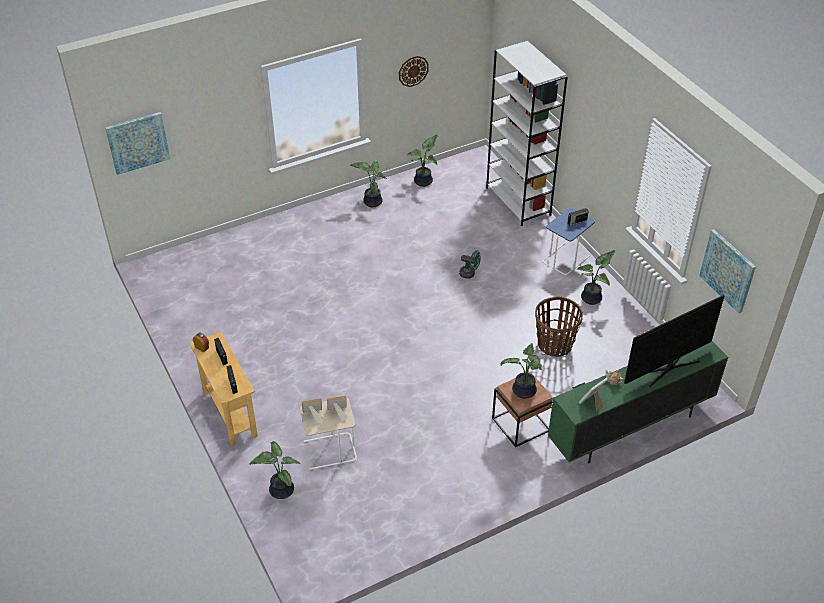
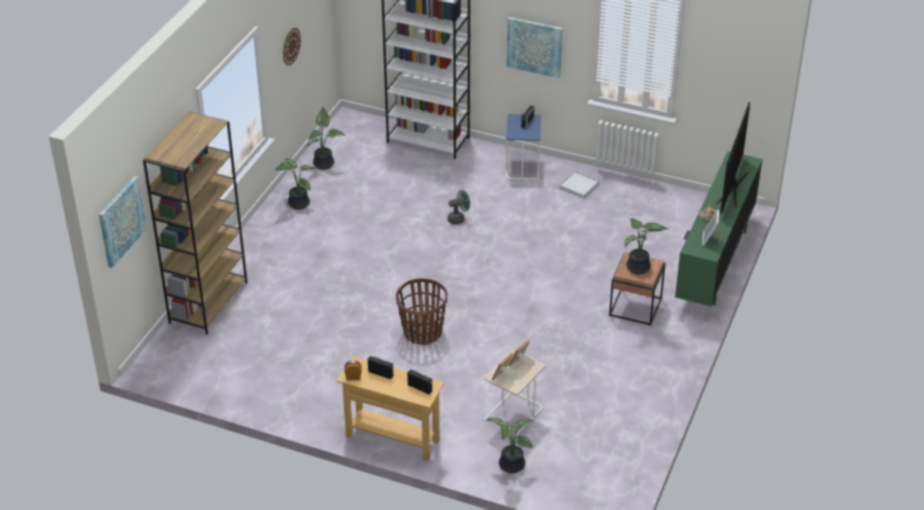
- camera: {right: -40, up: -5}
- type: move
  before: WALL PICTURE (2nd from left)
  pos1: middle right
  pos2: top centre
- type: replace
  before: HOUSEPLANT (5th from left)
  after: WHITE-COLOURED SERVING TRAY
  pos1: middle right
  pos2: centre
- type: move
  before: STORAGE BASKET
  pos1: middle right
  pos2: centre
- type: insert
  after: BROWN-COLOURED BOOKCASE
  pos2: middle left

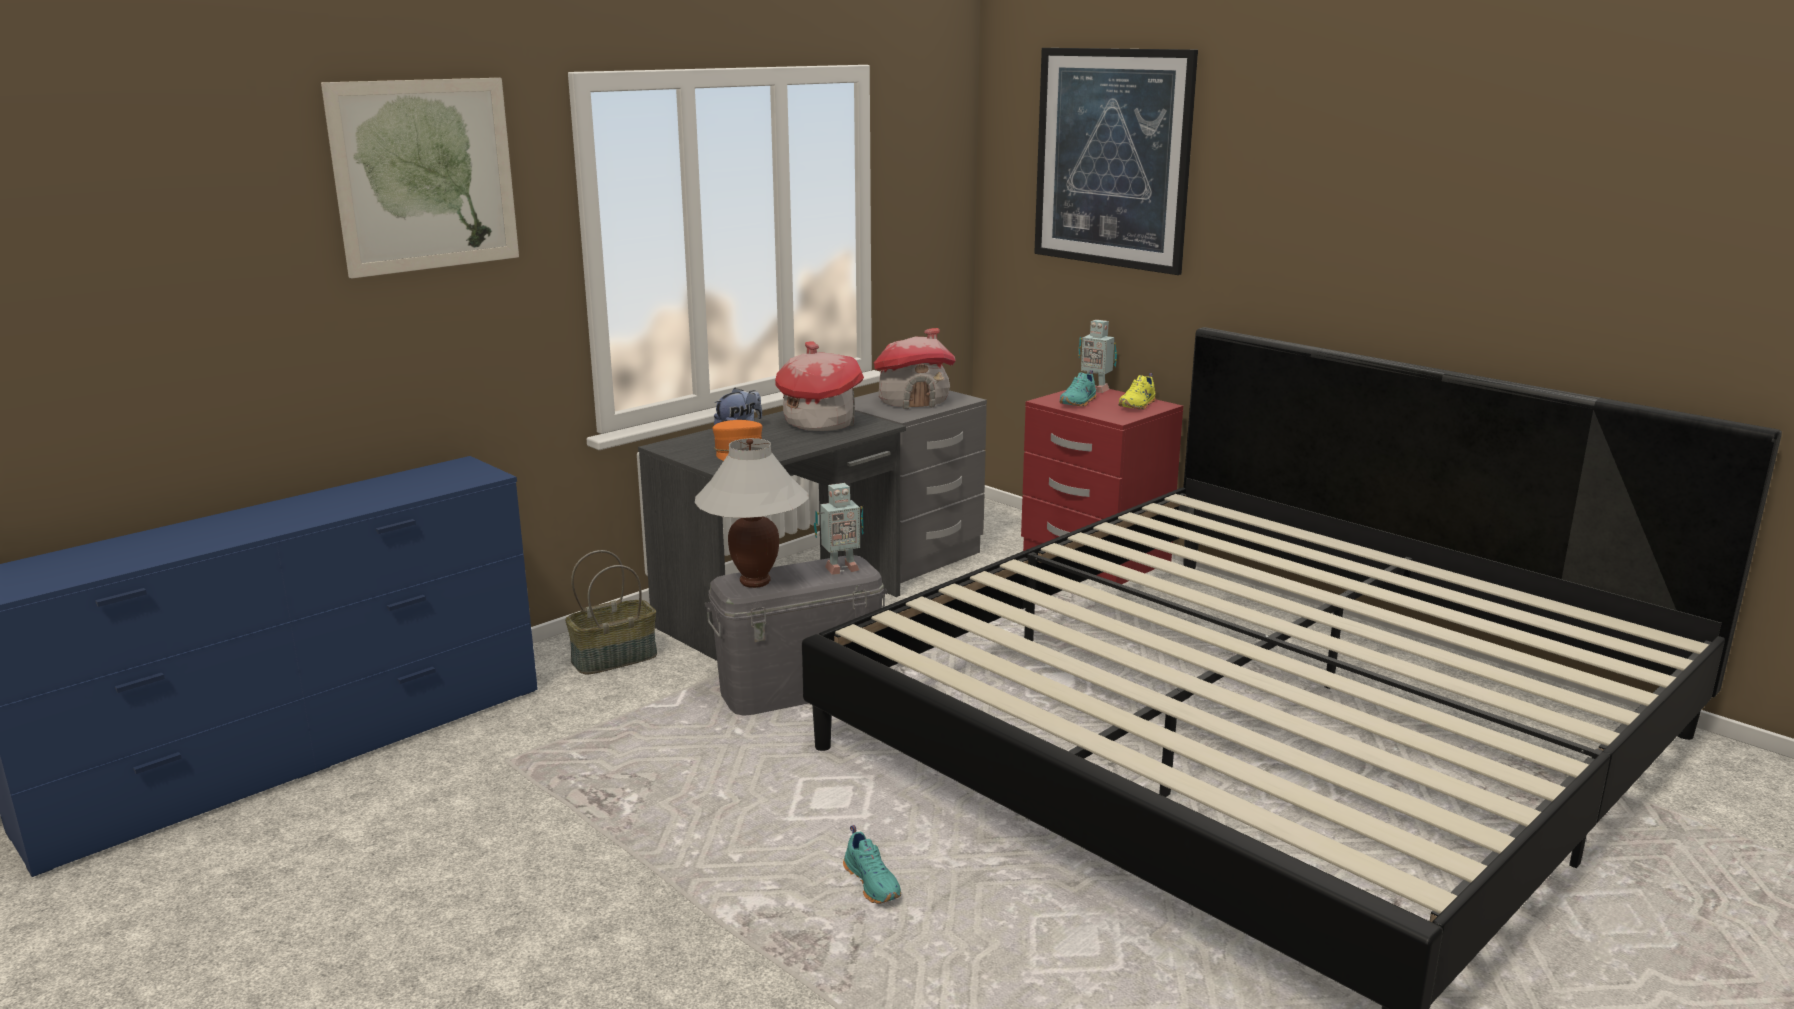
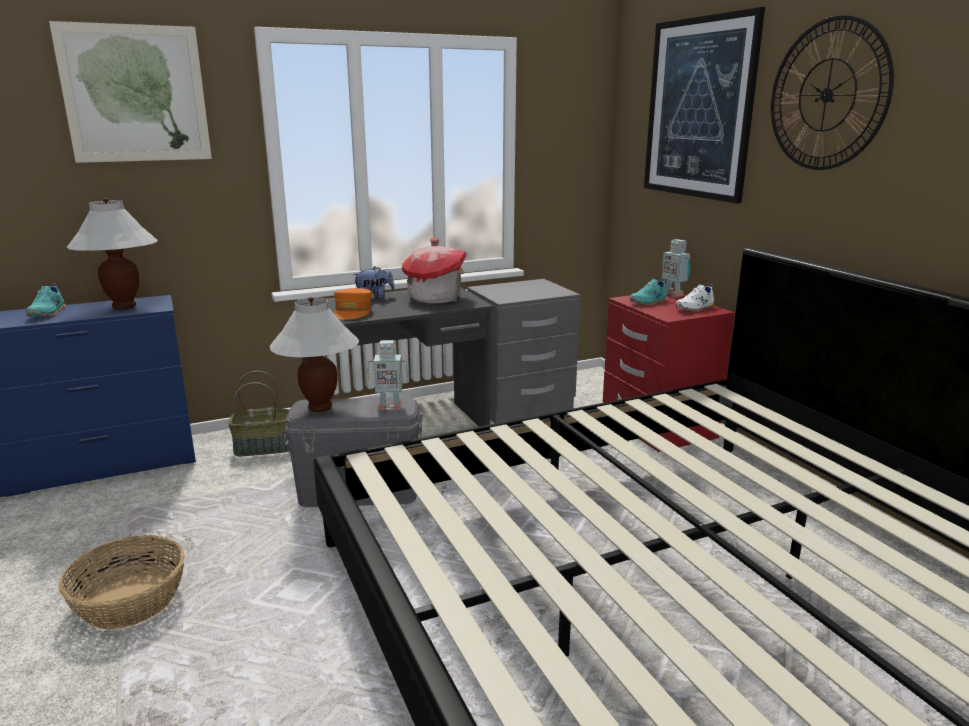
- camera: {right: 20, up: 0}
- type: delete
  before: MODEL HOUSE (2nd from left)
  pos1: centre
- type: recolor
  before: YELLOWISH SHOE
  after: WHITE-COLOURED SHOE
  pos1: centre
  pos2: middle right
- type: move
  before: BLUE-GREEN SHOE (1st from left)
  pos1: bottom centre
  pos2: middle left
- type: insert
  after: WALL CLOCK
  pos2: top right
- type: insert
  after: WHITE-COLOURED LAMP FOR A TABLE (1st from left)
  pos2: middle left
- type: insert
  after: STORAGE BASKET (1st from left)
  pos2: bottom left

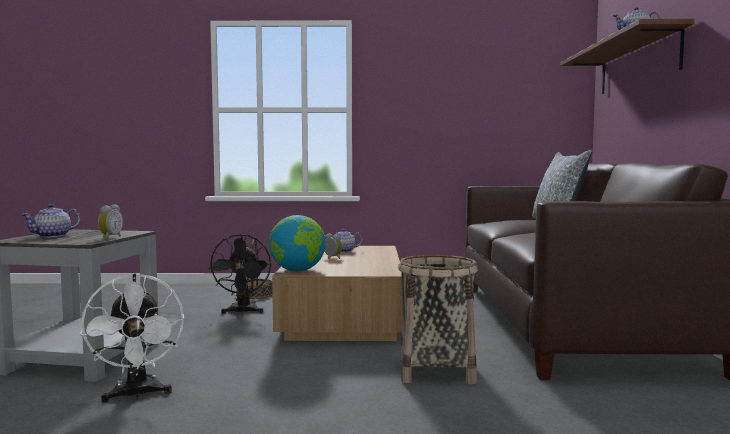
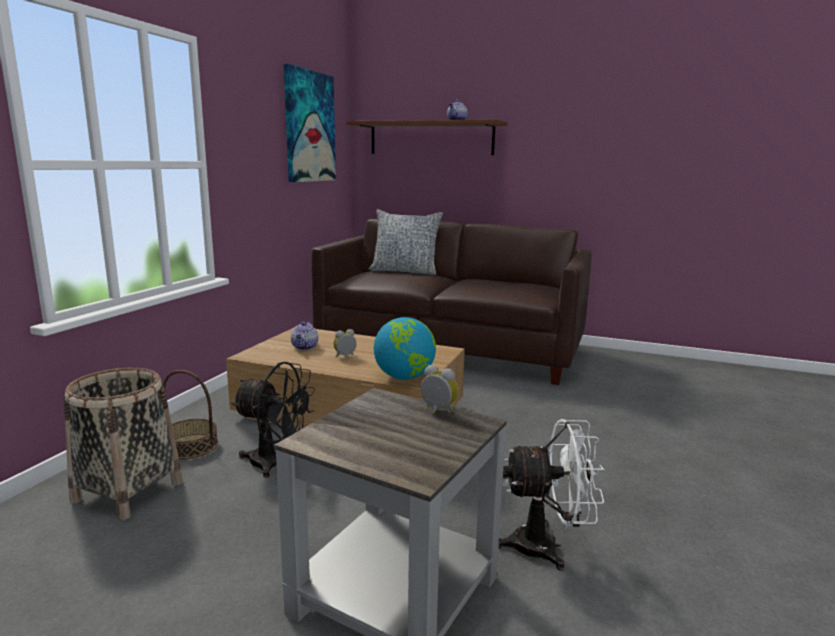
- camera: {right: -70, up: 10}
- type: delete
  before: TEA POT (1st from left)
  pos1: middle left
- type: move
  before: STORAGE BASKET (2nd from left in the first image)
  after: STORAGE BASKET (1st from left)
  pos1: bottom centre
  pos2: bottom left
- type: insert
  after: WALL PICTURE
  pos2: top centre

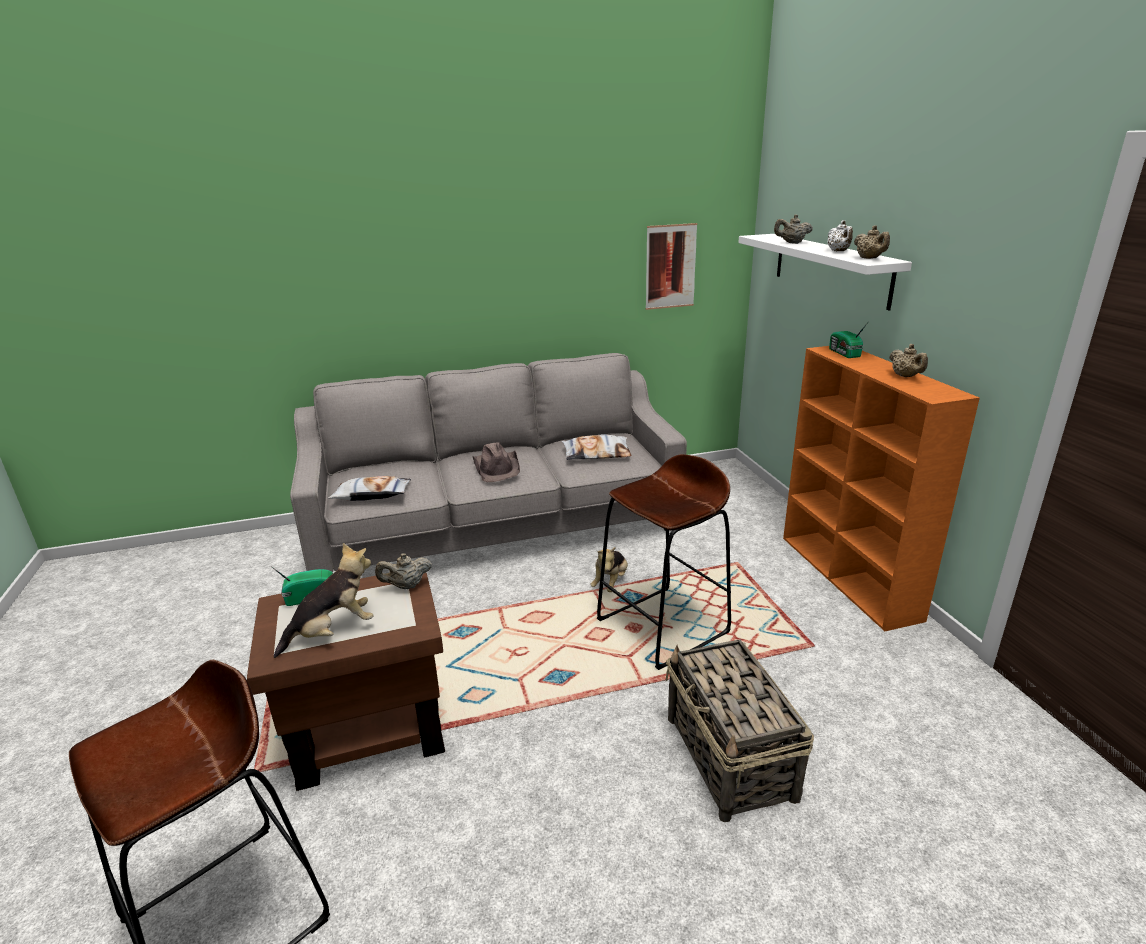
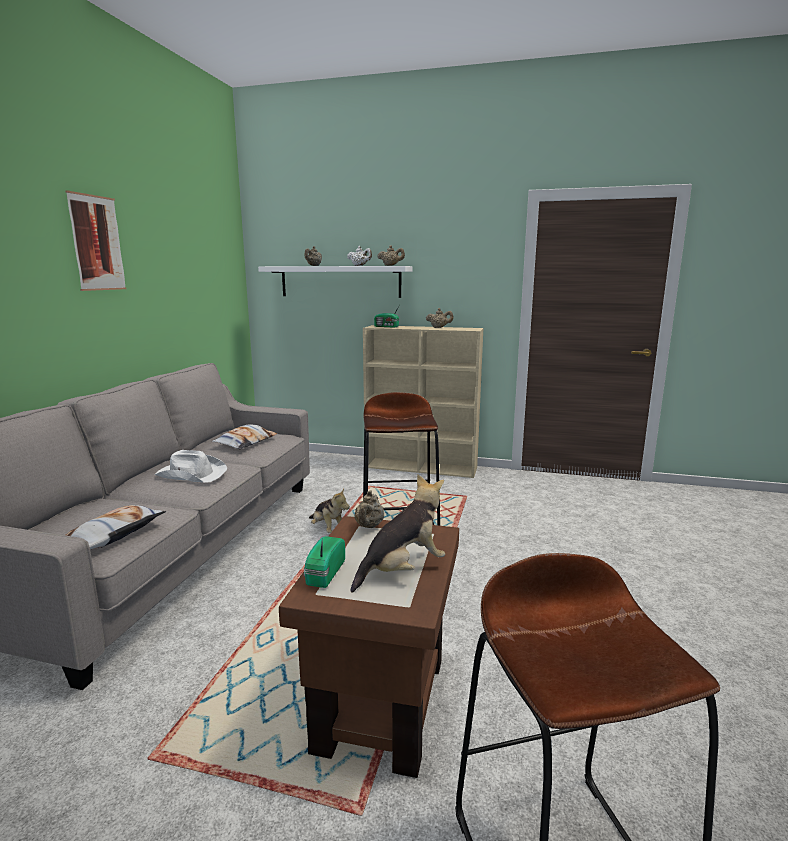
- camera: {right: -60, up: -10}
- type: move
  before: WALL PICTURE
  pos1: top centre
  pos2: top left
- type: recolor
  before: ORANGE BOOKCASE
  after: BEIGE-COLOURED BOOKCASE
  pos1: middle right
  pos2: centre
- type: recolor
  before: BROWN-COLOURED HAT
  after: WHITE-COLOURED HAT
  pos1: centre
  pos2: middle left
- type: rotate
  before: PLUSH TOY (1st from left in the first image)
  pos1: middle left
  pos2: centre
  turn: 60
- type: delete
  before: STORAGE BASKET
  pos1: bottom centre

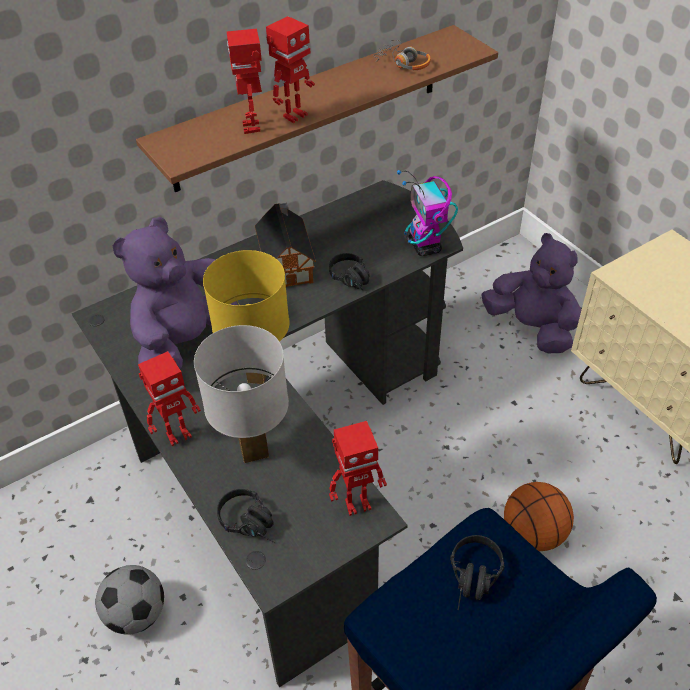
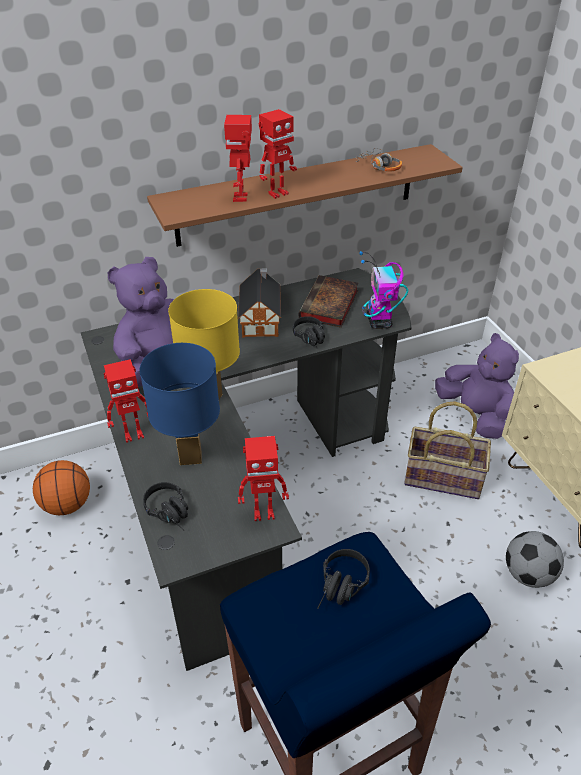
- camera: {right: 10, up: -5}
- type: recolor
  before: WHITE-COLOURED LAMP FOR A TABLE
  after: BLUE-COLOURED LAMP FOR A TABLE
  pos1: centre
  pos2: middle left
- type: move
  before: BALL FOR BASKETBALL
  pos1: bottom right
  pos2: middle left
- type: move
  before: BALL FOR FOOTBALL
  pos1: bottom left
  pos2: bottom right
- type: insert
  after: BOUND BOOK
  pos2: centre
- type: insert
  after: STORAGE BASKET
  pos2: middle right

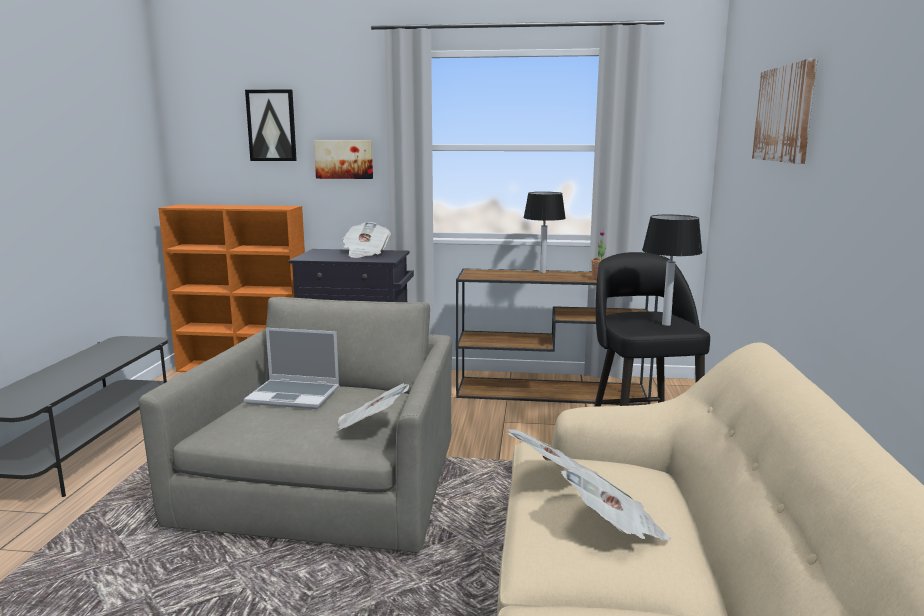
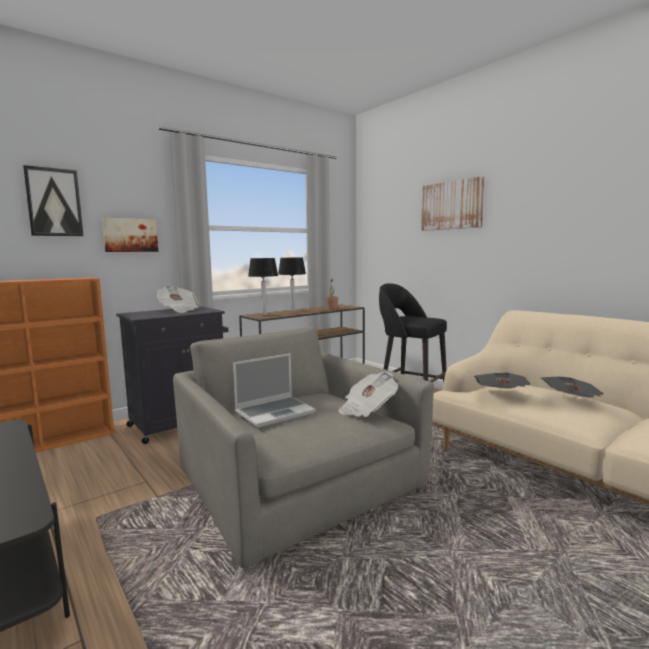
- camera: {right: -45, up: -5}
- type: move
  before: LAMP FOR A TABLE (2nd from left in the first image)
  after: LAMP FOR A TABLE (1st from left)
  pos1: middle right
  pos2: centre

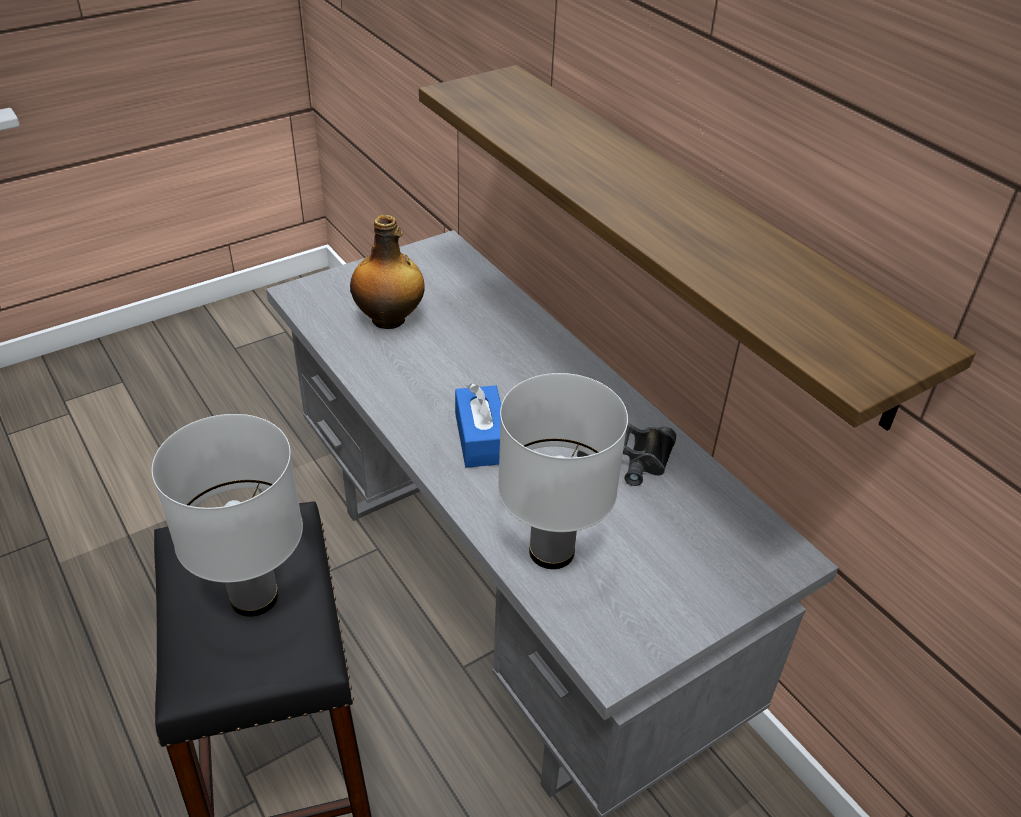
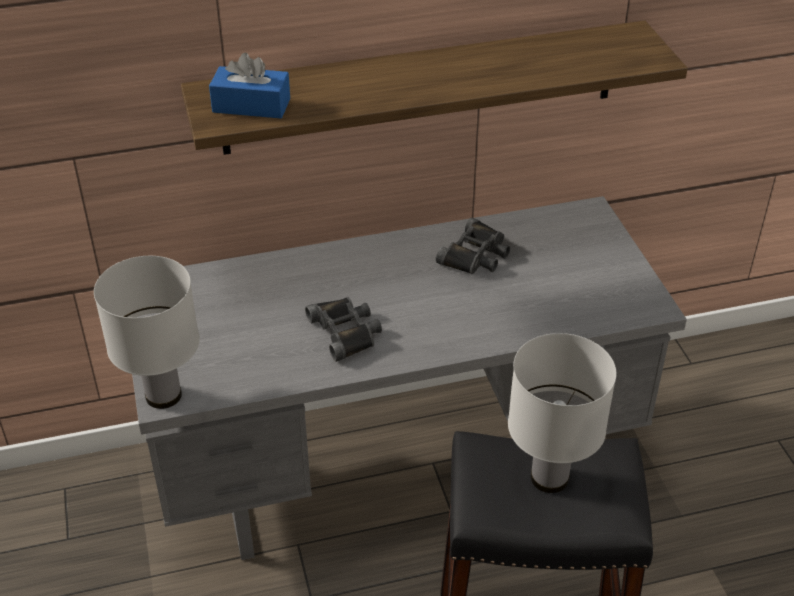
- camera: {right: -70, up: 0}
- type: delete
  before: BEVERAGE BOTTLE
  pos1: top centre
- type: move
  before: WHITE-COLOURED LAMP FOR A TABLE (2nd from left in the first image)
  after: WHITE-COLOURED LAMP FOR A TABLE (1st from left)
  pos1: centre
  pos2: middle left
- type: move
  before: BLUE-COLOURED TISSUE HOLDER
  pos1: centre
  pos2: top left
- type: insert
  after: BLACK-COLOURED FIELD GLASSES (1st from left)
  pos2: centre

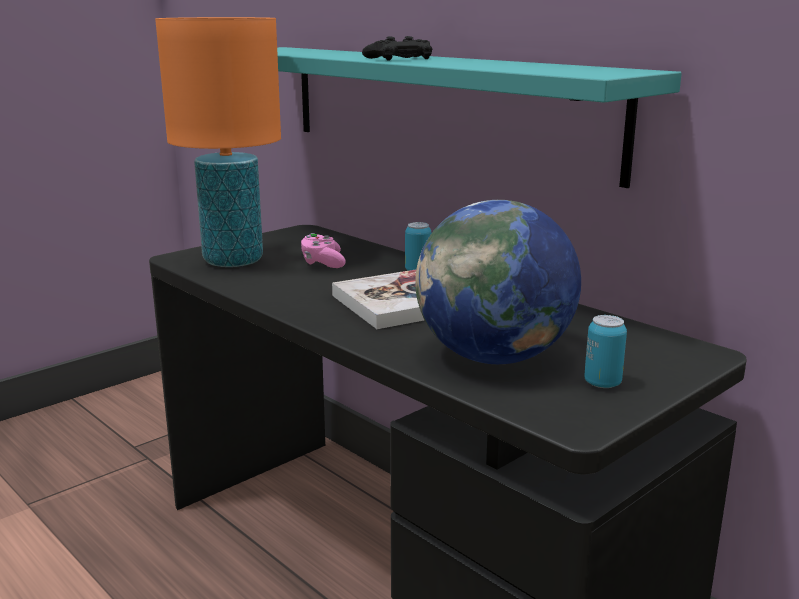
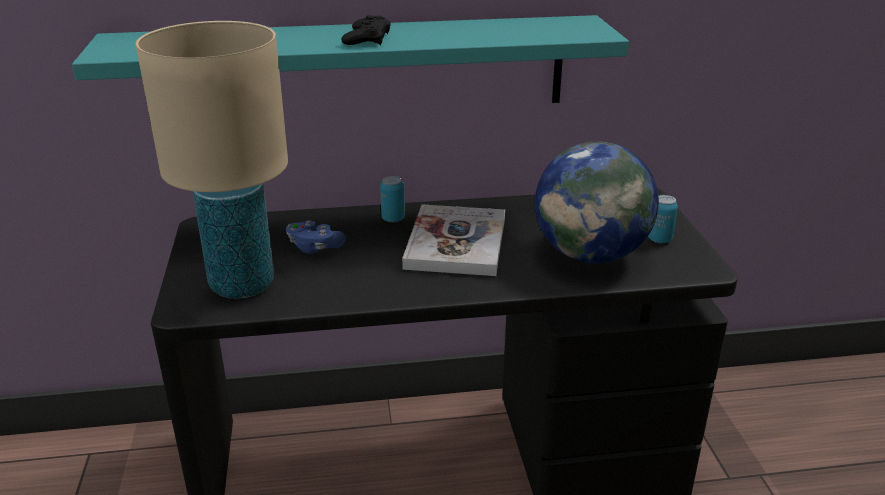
- camera: {right: -55, up: 10}
- type: recolor
  before: ORANGE LAMP FOR A TABLE
  after: BEIGE-COLOURED LAMP FOR A TABLE
  pos1: top left
  pos2: top left
- type: recolor
  before: PINKISH GAMEPAD
  after: BLUE-COLOURED GAMEPAD
  pos1: centre
  pos2: centre

